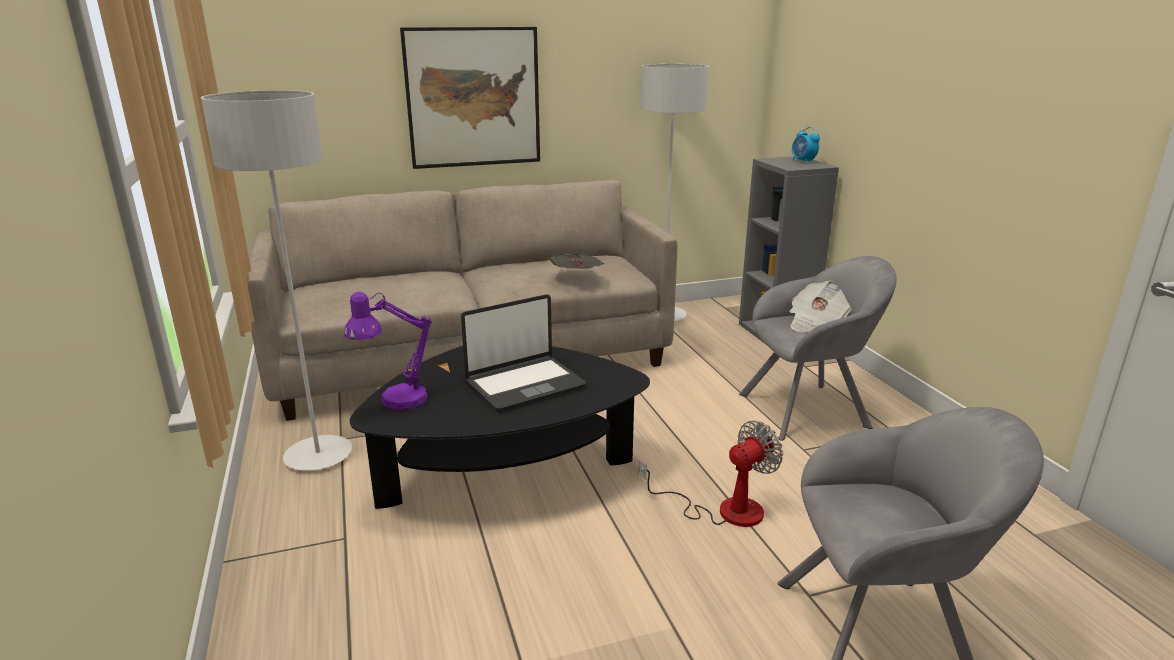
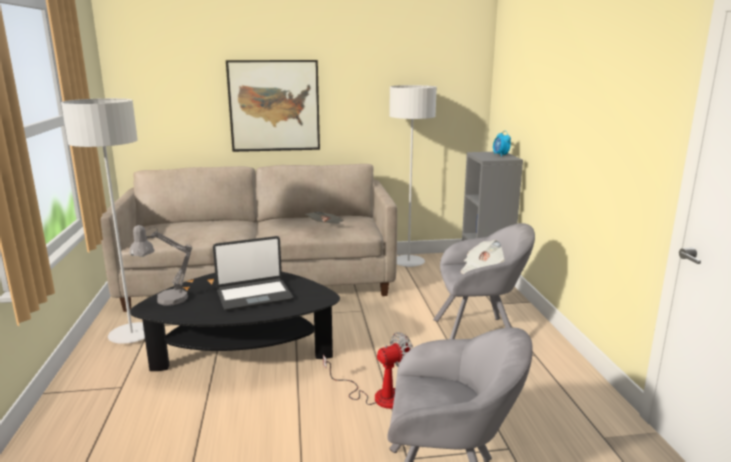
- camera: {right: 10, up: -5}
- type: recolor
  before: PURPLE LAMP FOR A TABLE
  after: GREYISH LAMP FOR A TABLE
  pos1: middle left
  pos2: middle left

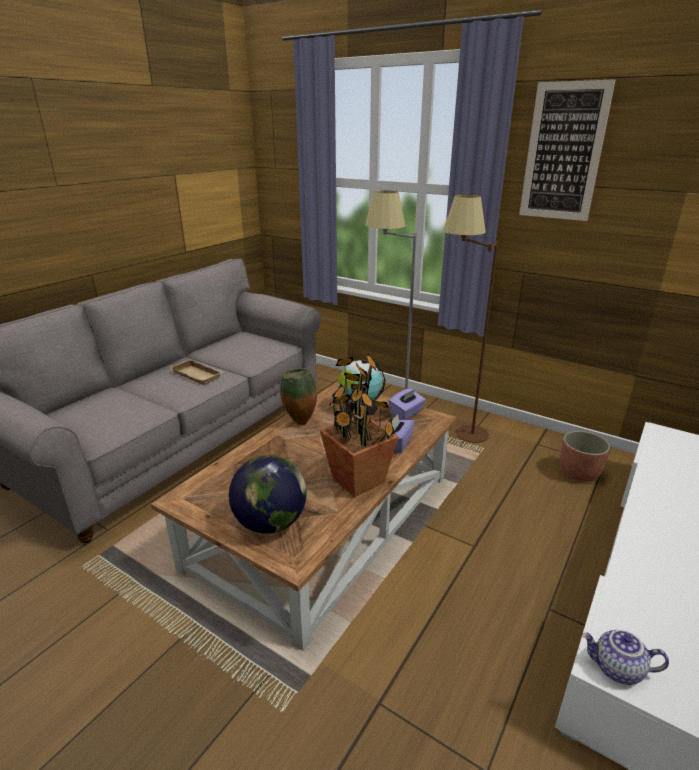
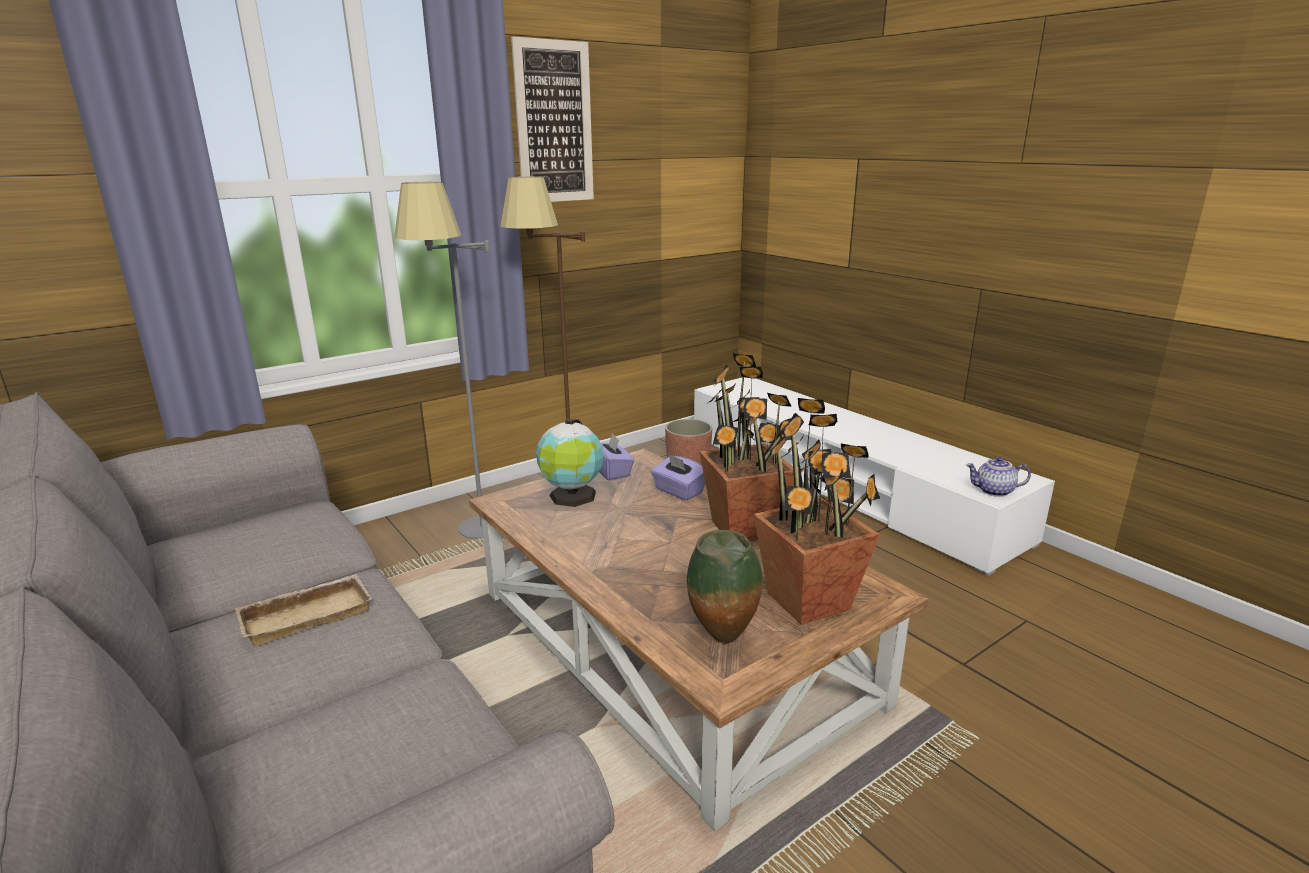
- camera: {right: -70, up: -5}
- type: move
  before: DECORATIVE VASE
  pos1: centre
  pos2: bottom centre
- type: replace
  before: WORLD GLOBE (1st from left)
  after: HOUSEPLANT (2nd from left)
  pos1: centre
  pos2: centre
- type: rotate
  before: TEA POT
  pos1: bottom right
  pos2: middle right
  turn: 60

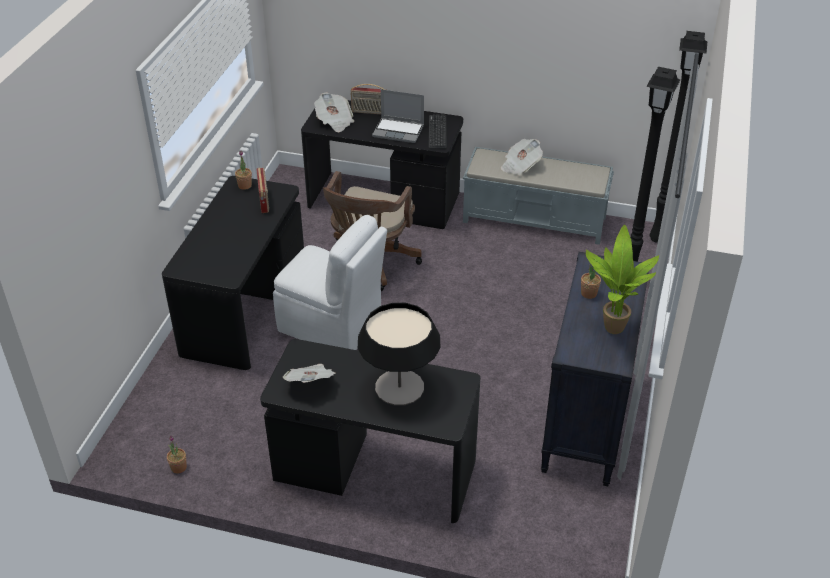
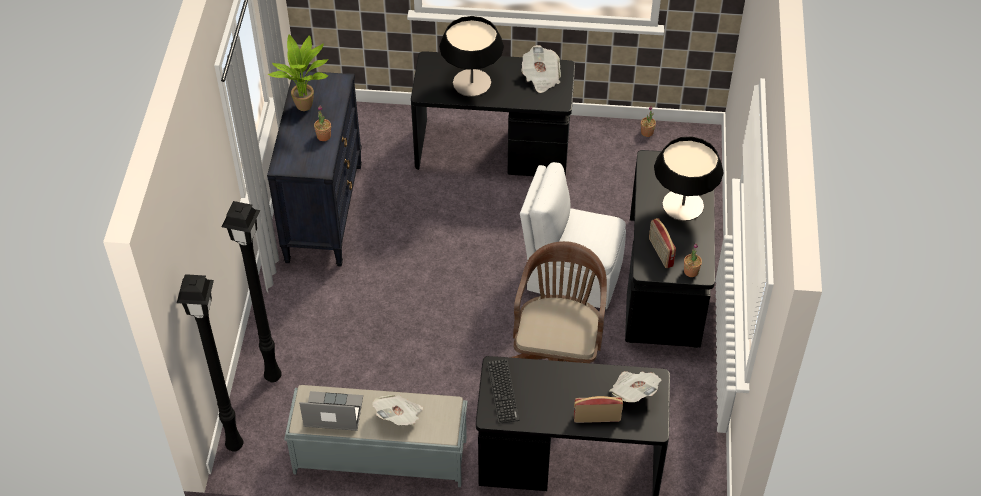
- camera: {right: 170, up: 10}
- type: move
  before: NOTEBOOK COMPUTER
  pos1: top centre
  pos2: bottom centre
- type: insert
  after: LAMP FOR A TABLE (2nd from left)
  pos2: middle right

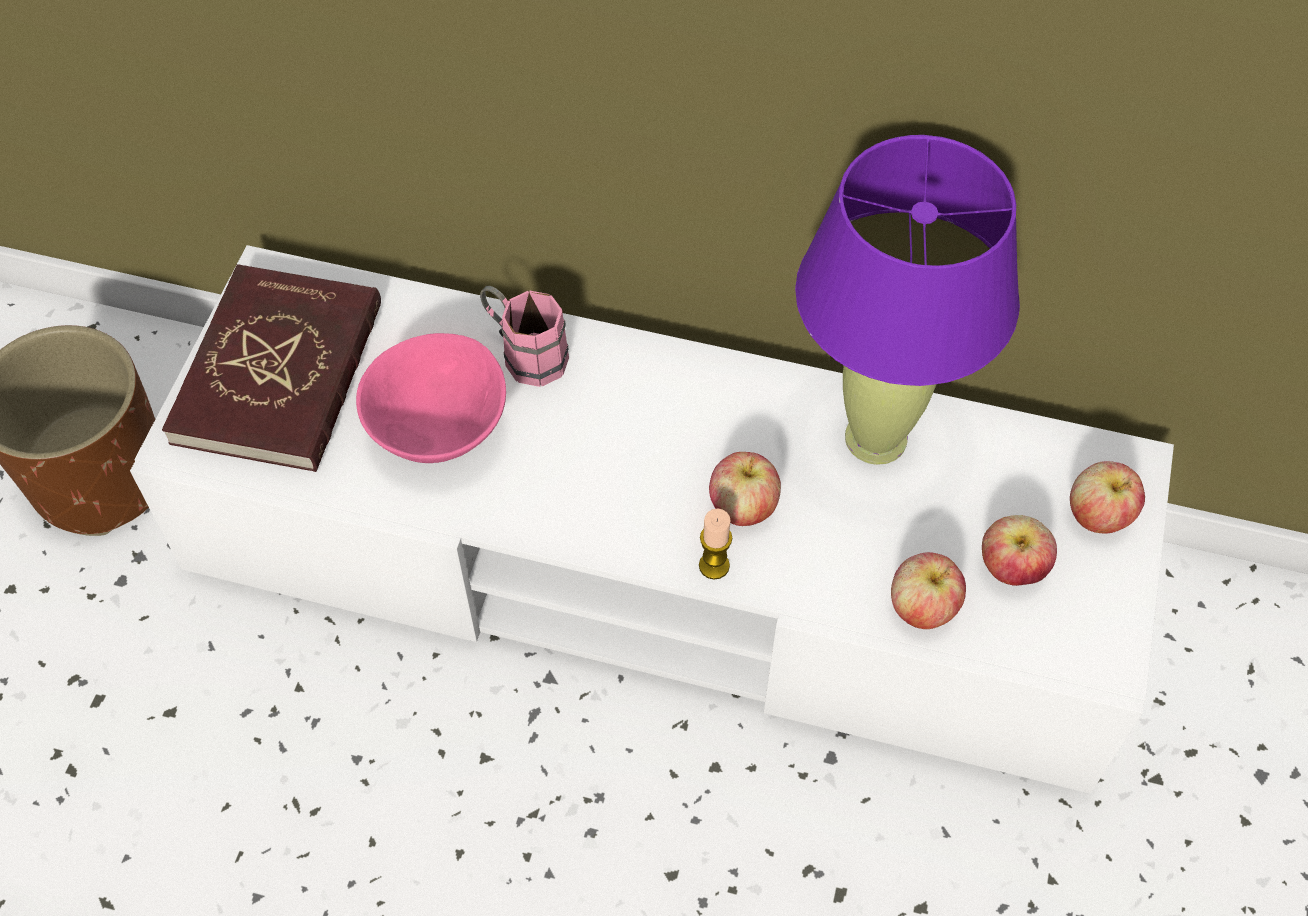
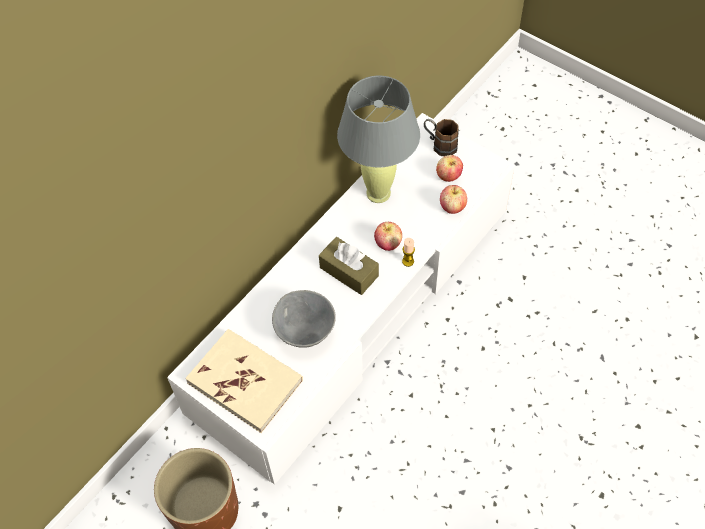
- camera: {right: -65, up: 0}
- type: recolor
  before: PURPLE LAMP FOR A TABLE
  after: GREYISH LAMP FOR A TABLE
  pos1: top right
  pos2: top centre
- type: recolor
  before: REDDISH BOUND BOOK
  after: BEIGE-COLOURED BOUND BOOK
  pos1: middle left
  pos2: bottom centre
- type: delete
  before: PINKISH TEA MUG
  pos1: centre
- type: recolor
  before: PINKISH DEEP DISH
  after: GREYISH DEEP DISH
  pos1: middle left
  pos2: centre
- type: replace
  before: APPLE (4th from left)
  after: BROWN-COLOURED TEA MUG
  pos1: middle right
  pos2: top centre
- type: insert
  after: BROWN-COLOURED TISSUE HOLDER
  pos2: centre

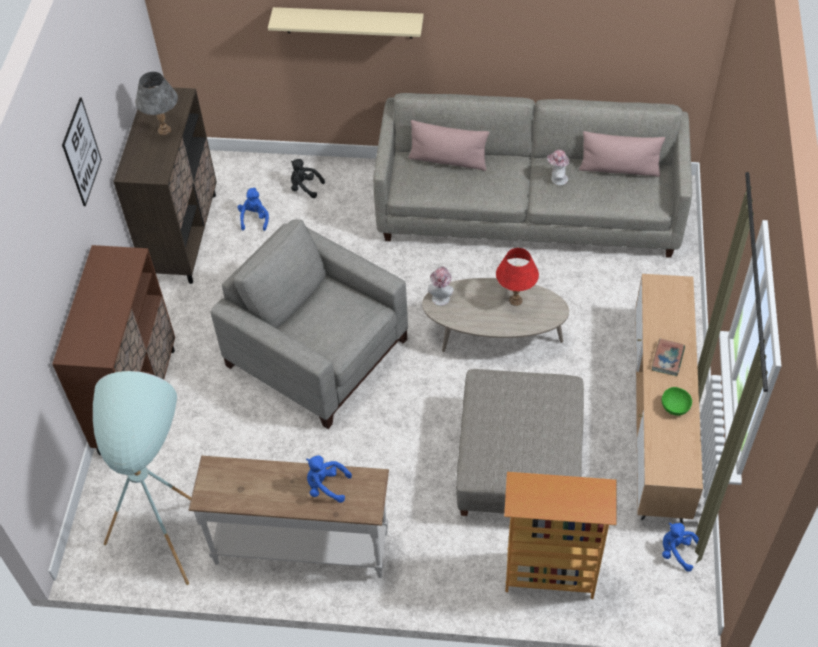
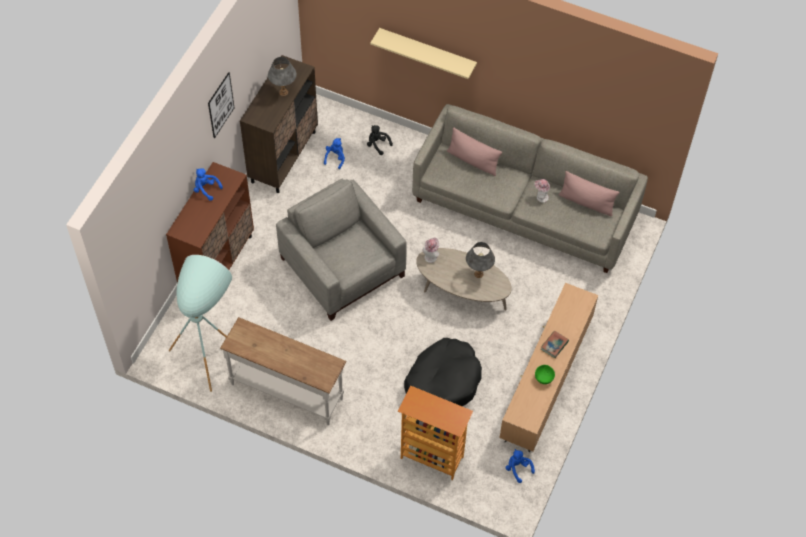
- camera: {right: 15, up: 5}
- type: recolor
  before: REDDISH LAMP FOR A TABLE
  after: GREYISH LAMP FOR A TABLE (2nd from left)
  pos1: centre
  pos2: centre
- type: replace
  before: GREYISH OTTOMAN
  after: BLACK-COLOURED PET BED
  pos1: bottom centre
  pos2: bottom centre
- type: move
  before: BLUE-COLOURED PLUSH TOY (2nd from left in the first image)
  after: BLUE-COLOURED PLUSH TOY (1st from left)
  pos1: bottom centre
  pos2: middle left

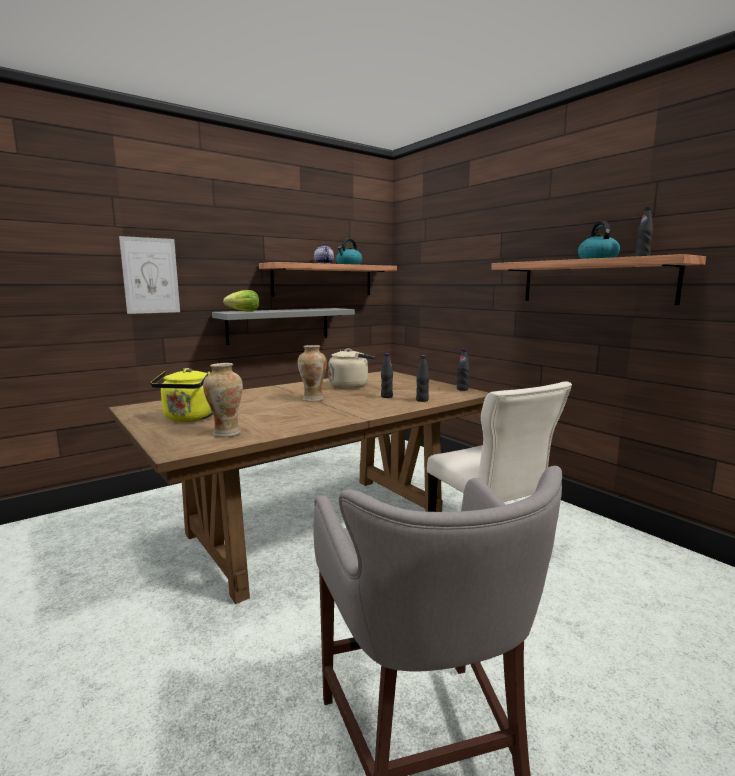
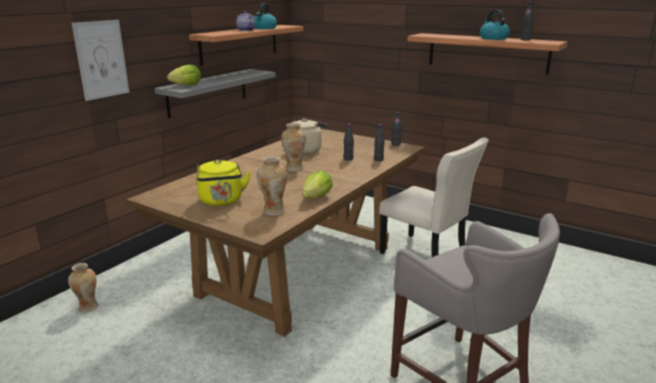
- camera: {right: -20, up: 10}
- type: insert
  after: LETTUCE HEAD (2nd from left)
  pos2: centre
- type: insert
  after: DECORATIVE VASE (1st from left)
  pos2: bottom left

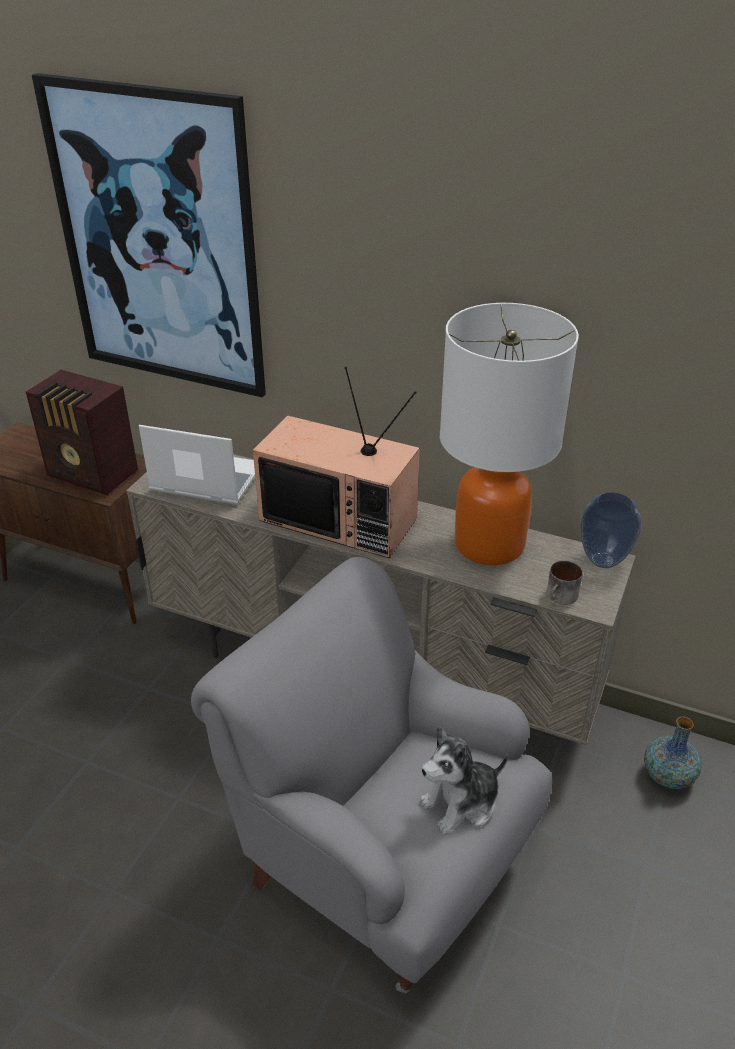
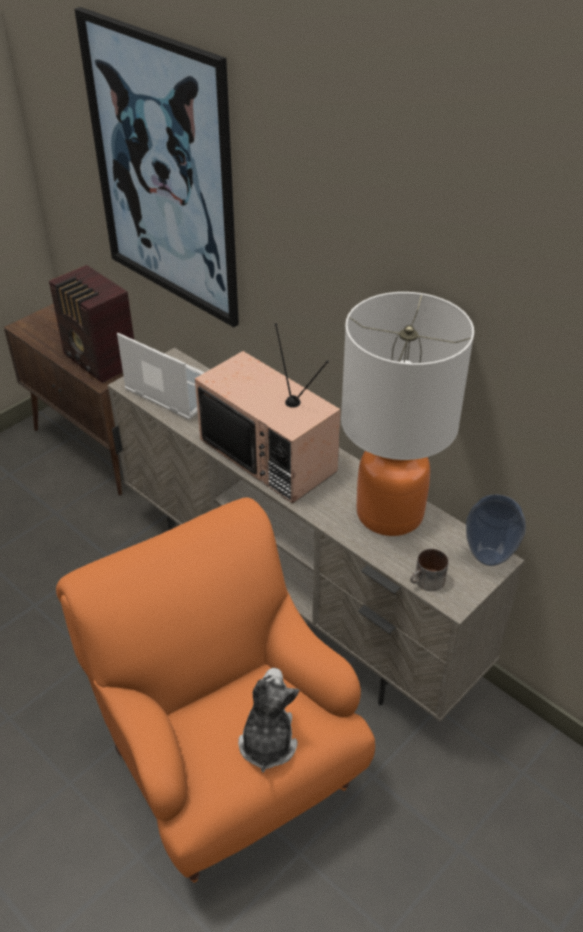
- camera: {right: 20, up: 5}
- type: recolor
  before: GREYISH ARMCHAIR
  after: ORANGE ARMCHAIR
  pos1: bottom centre
  pos2: bottom centre
- type: delete
  before: DECORATIVE VASE (2nd from left)
  pos1: bottom right
- type: rotate
  before: PLUSH TOY
  pos1: bottom centre
  pos2: bottom centre
  turn: 105

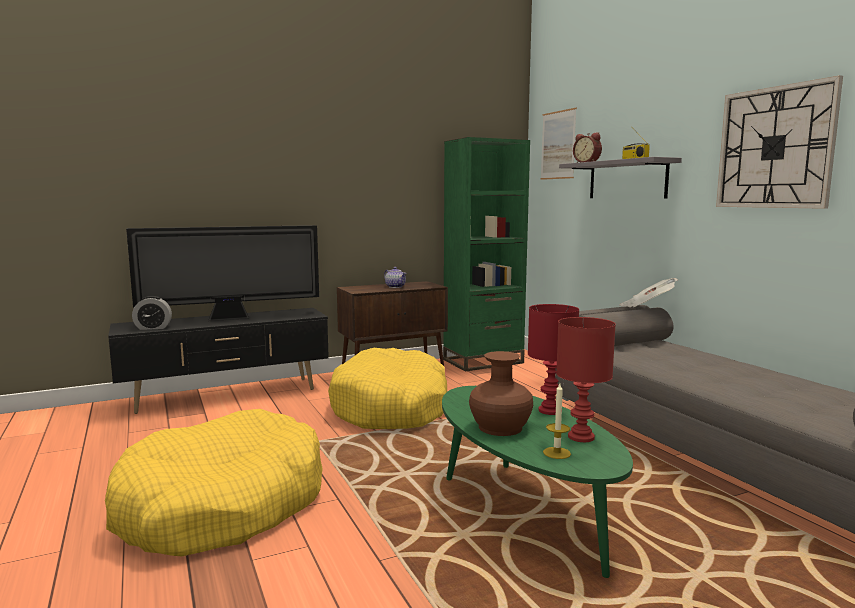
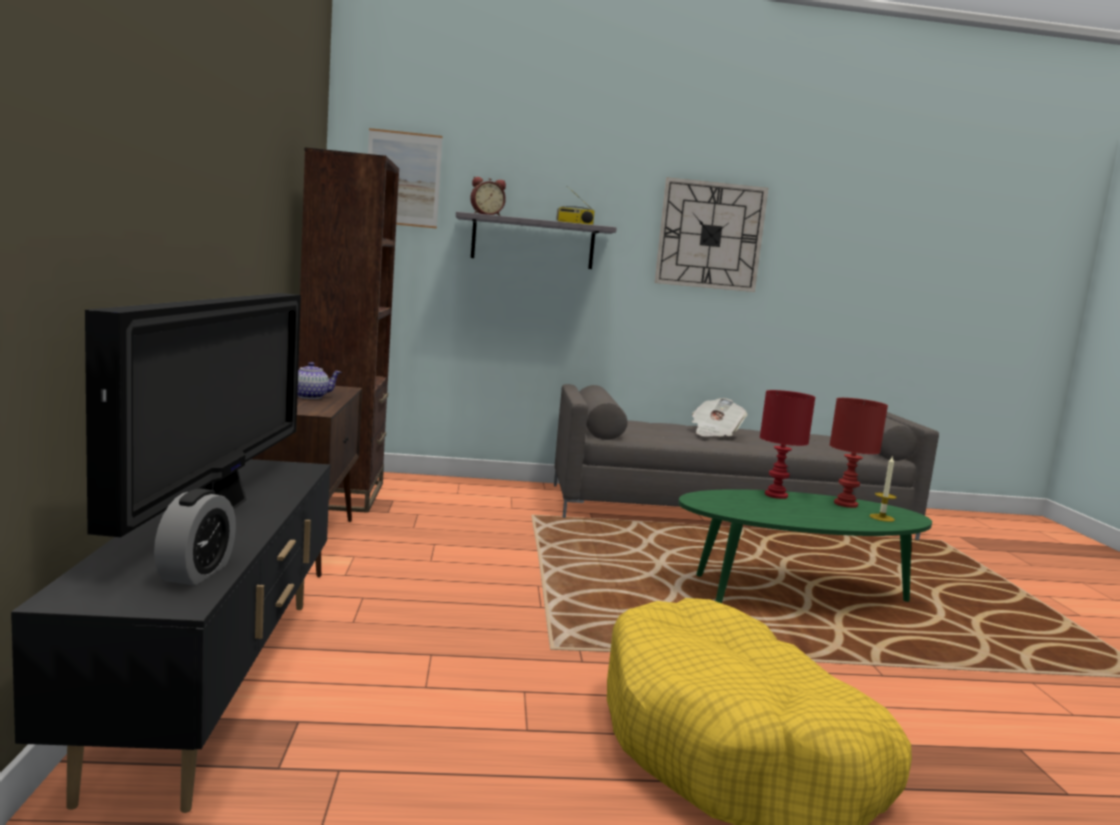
- camera: {right: -70, up: 0}
- type: recolor
  before: GREENISH BOOKCASE
  after: BROWN-COLOURED BOOKCASE
  pos1: centre
  pos2: middle left
- type: move
  before: DAILY PAPER
  pos1: middle right
  pos2: centre
- type: delete
  before: YELLOWISH PET BED (2nd from left)
  pos1: centre
- type: delete
  before: BROWN-COLOURED DECORATIVE VASE
  pos1: centre

